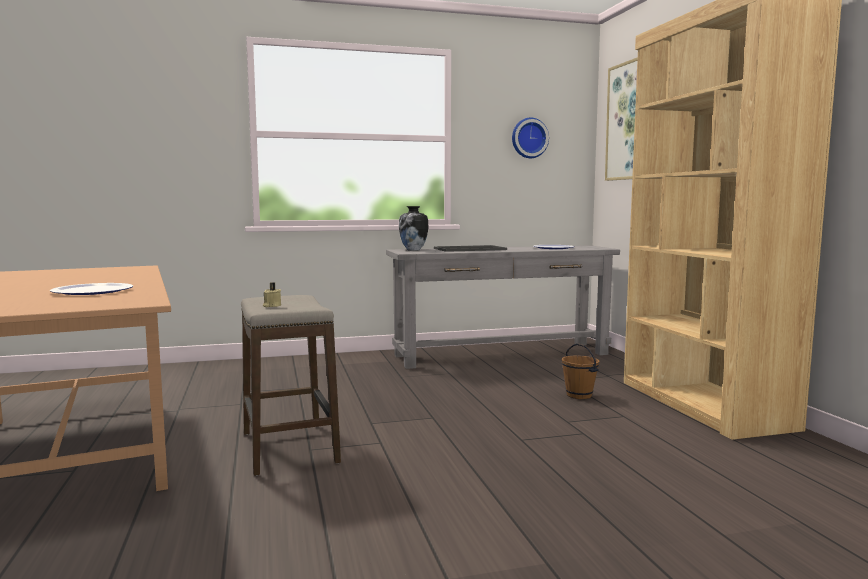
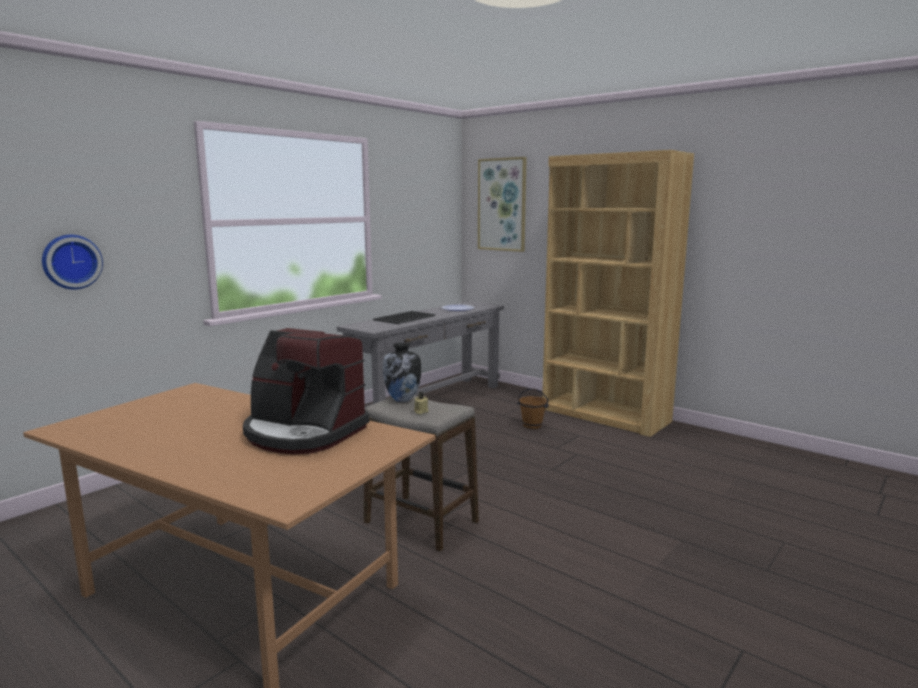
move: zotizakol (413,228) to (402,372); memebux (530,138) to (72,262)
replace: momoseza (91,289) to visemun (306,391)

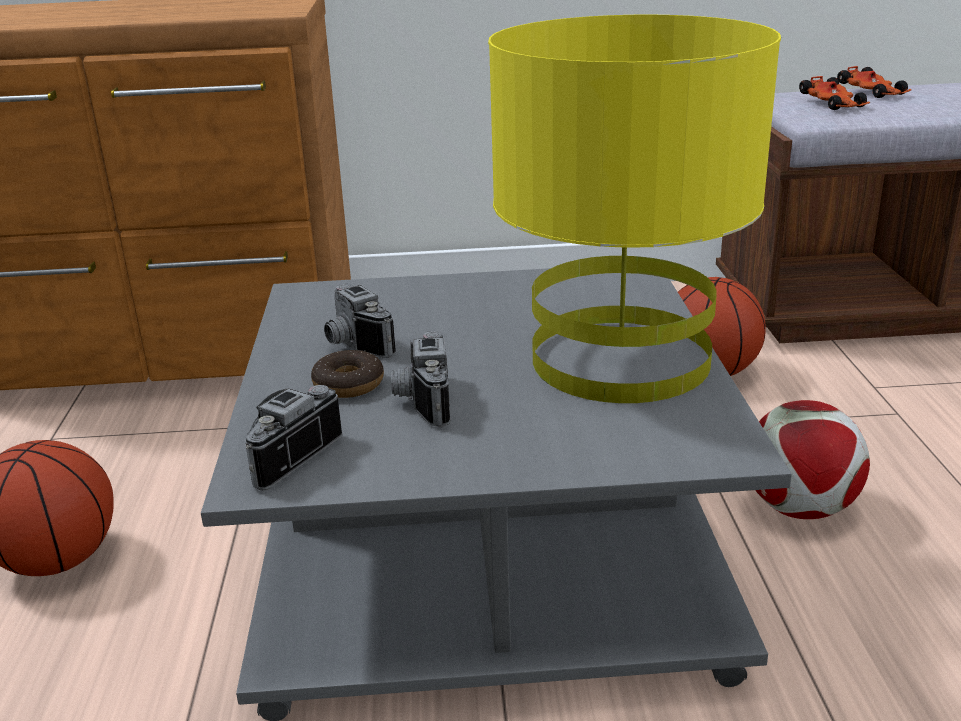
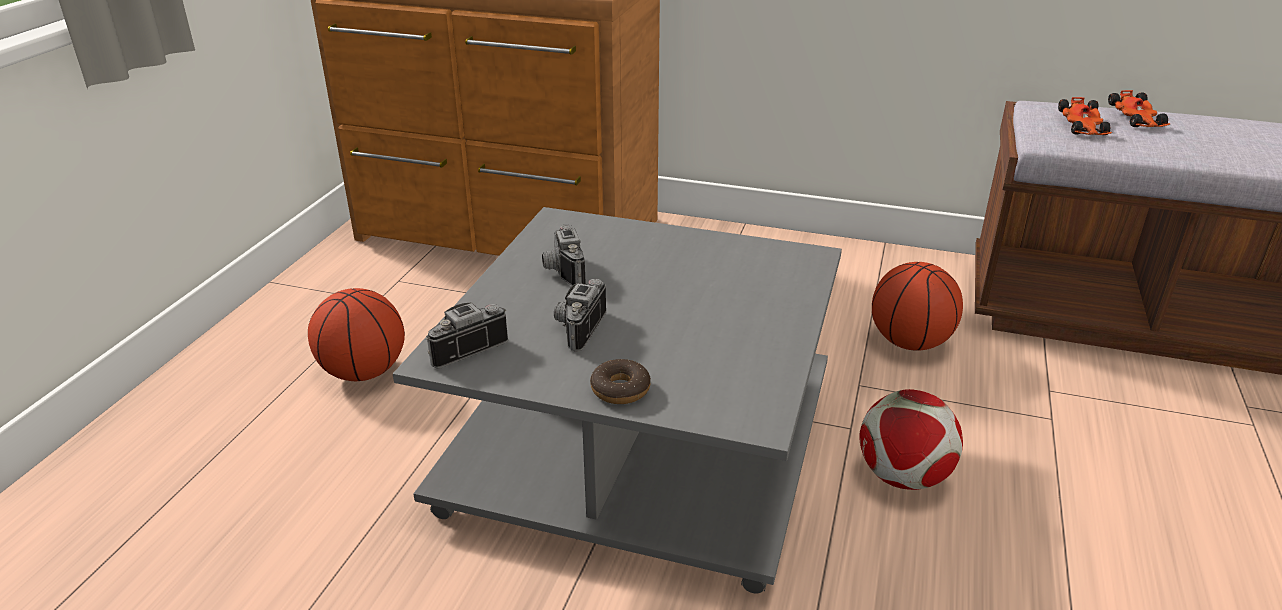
delete: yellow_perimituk (634,209)
move: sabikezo (347,374) to (620,381)

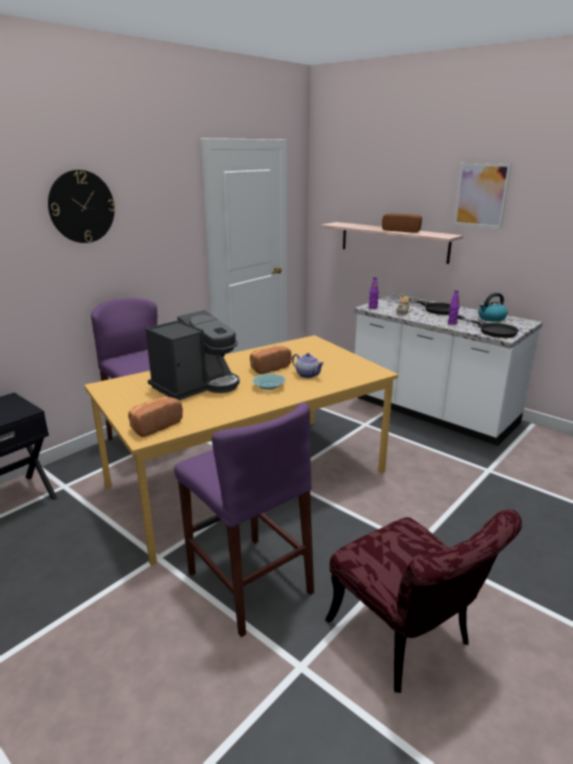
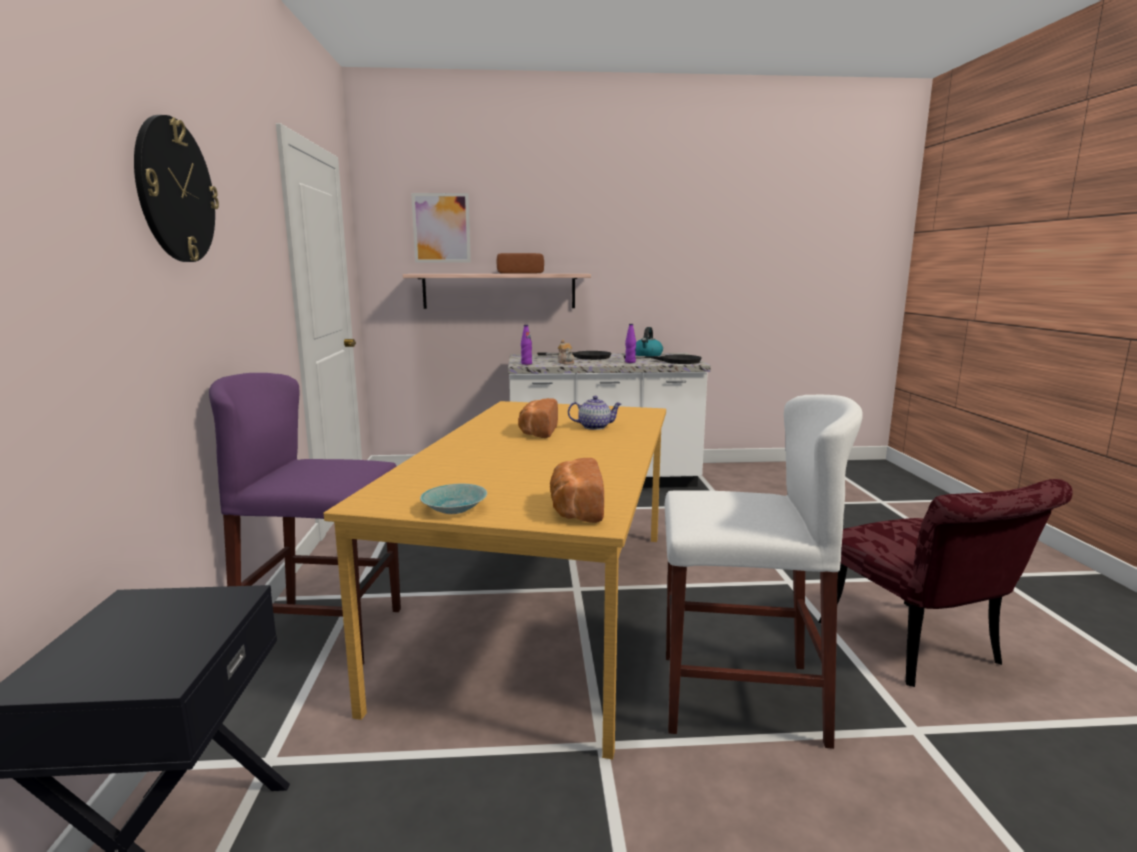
delete: visemun (193,355)
move: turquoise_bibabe (269,381) to (453,499); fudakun (483,196) to (441,228)
recolor: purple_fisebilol (244,519) to white_fisebilol (764,572)
rotate: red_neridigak (423,601) = (945,583) 60 degrees clockwise

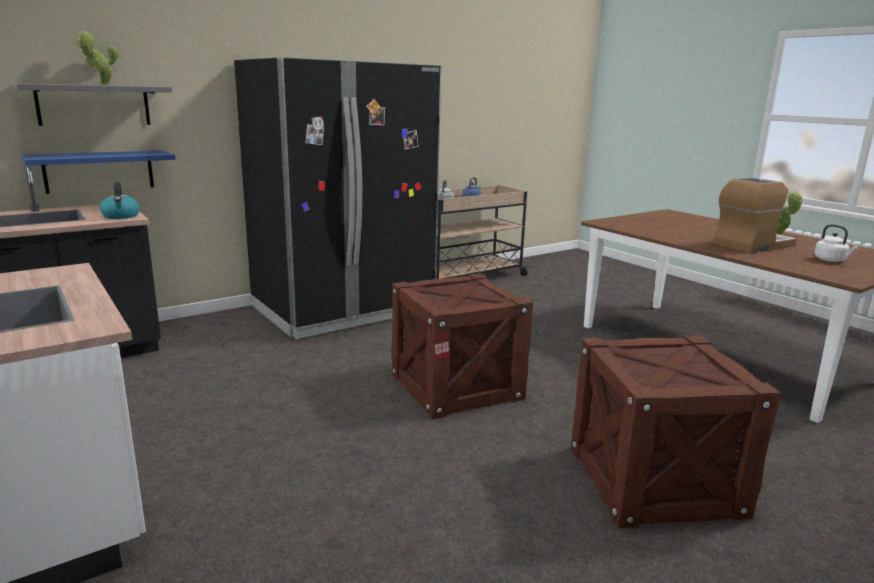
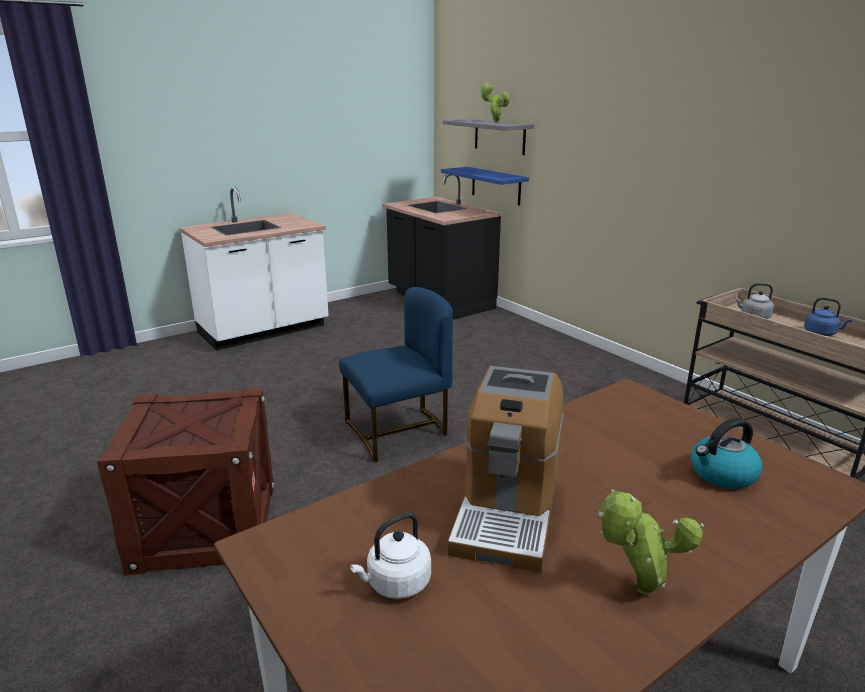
delete: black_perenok (337,198)
move: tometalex (120,200) to (726,453)
replace: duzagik (462,346) to blue_neridigak (396,374)
rotate: visemun (755,215) = (505,469) 45 degrees clockwise

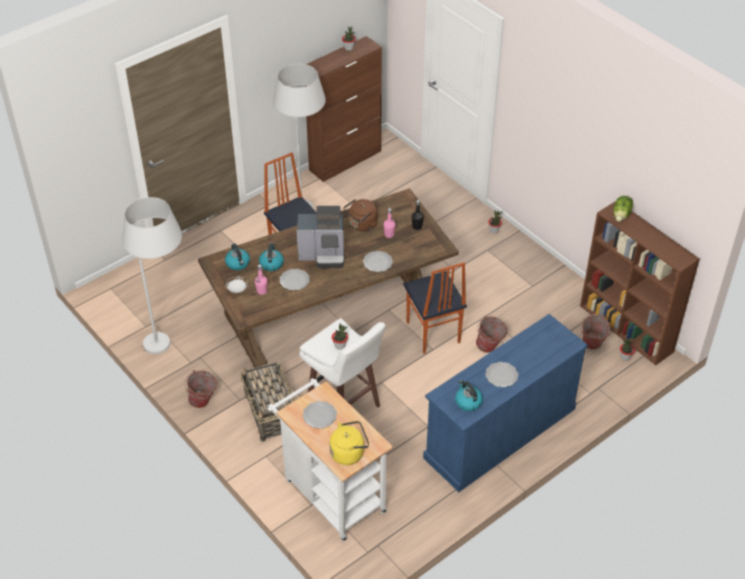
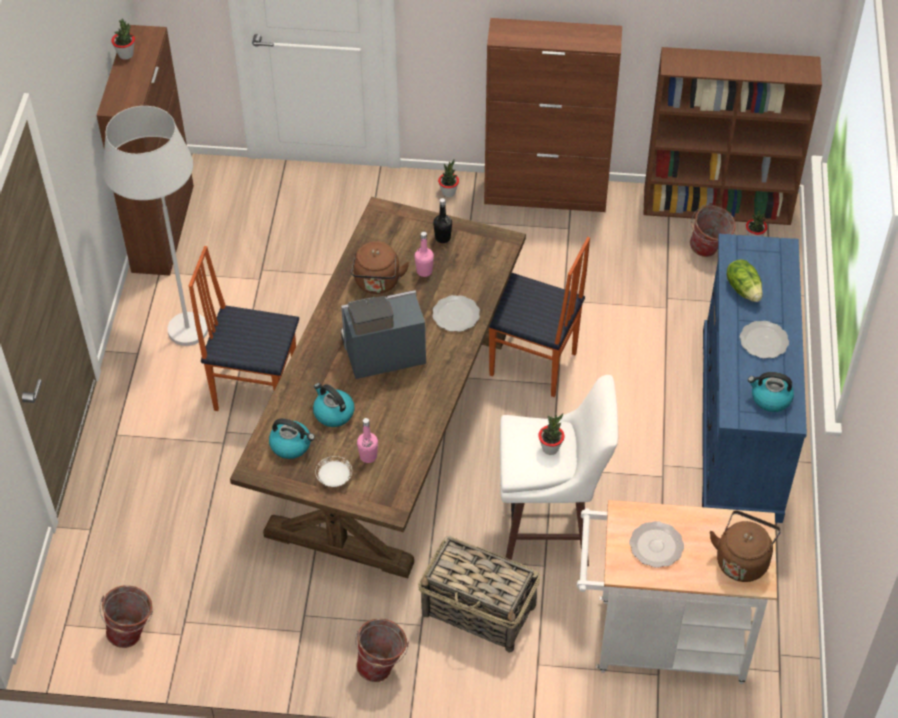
delete: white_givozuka (152,275); momoseza (295,279)
insert: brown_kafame (553,115)
move: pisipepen (491,334) to (126,616); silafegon (623,209) to (745,281)
recolor: yellow_tometalex (349,443) to brown_tometalex (745,546)
rotate: visemun (320,237) = (383,334) 150 degrees counterclockwise

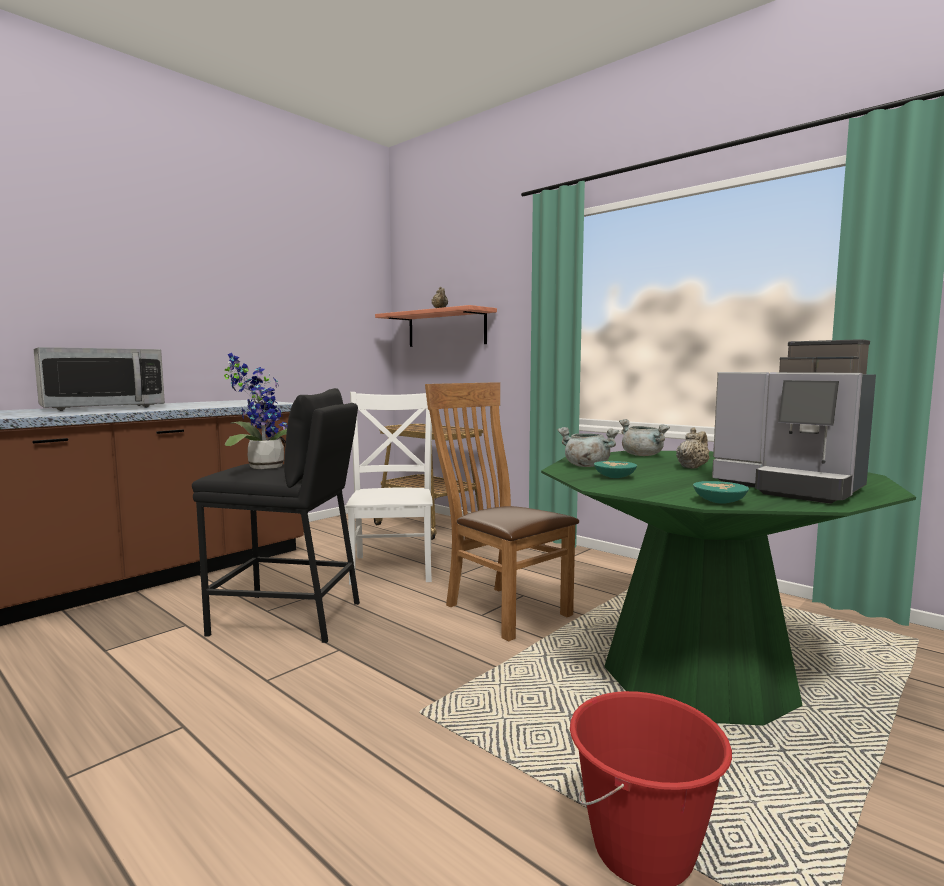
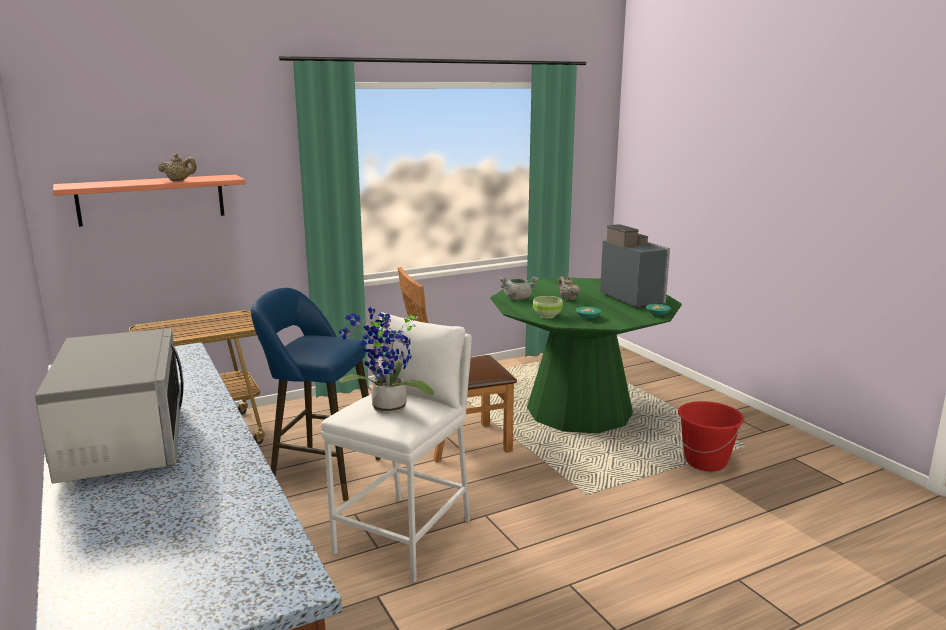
replace: white_neridigak (389,488) to blue_fisebilol (316,394); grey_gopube (588,447) to green_bibabe (548,307)
recolor: black_fisebilol (276,515) to white_fisebilol (396,447)
rotate: visemun (794,421) = (635,266) 90 degrees counterclockwise

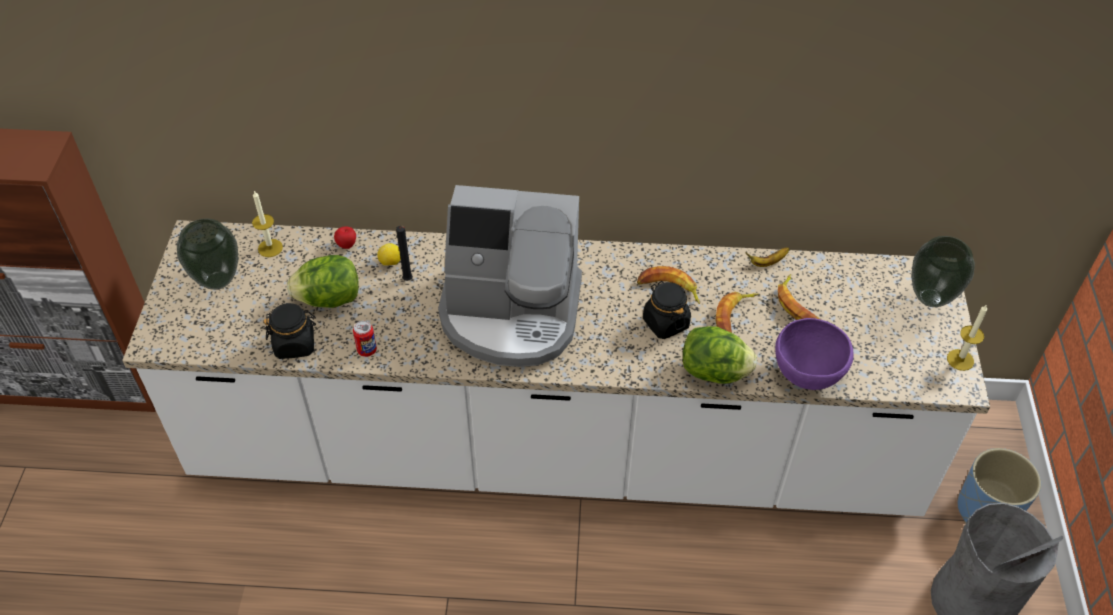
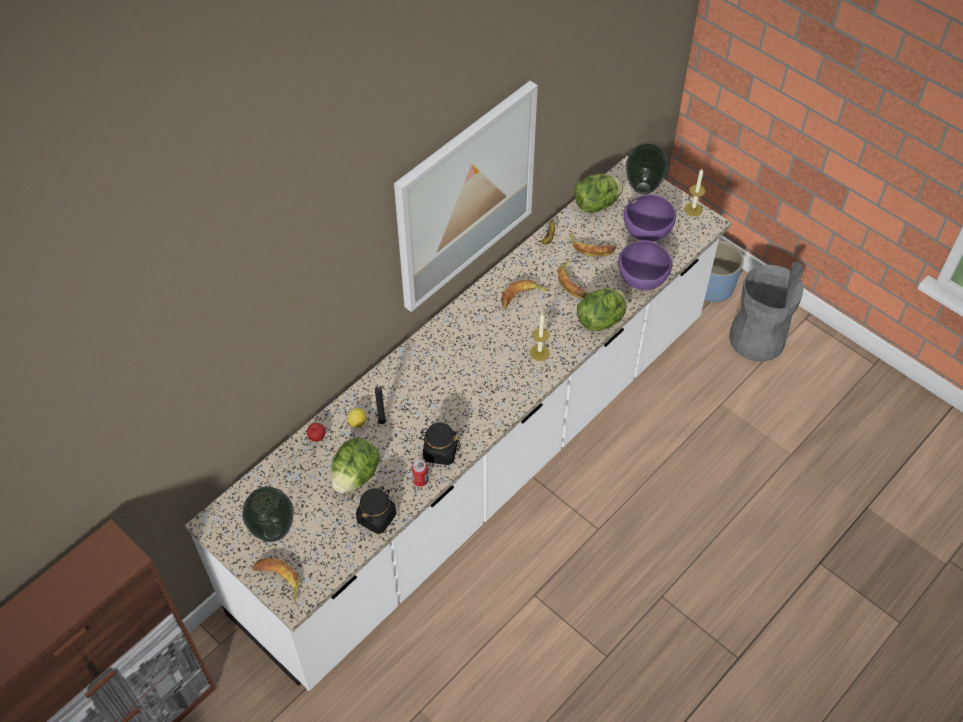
delete: visemun (510,276)
insert: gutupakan (276,580); fudakun (466,196); silafegon (598,193); purple_bibabe (649,217)
move: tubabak (267,223) to (540,337); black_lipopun (667,310) to (440,443)

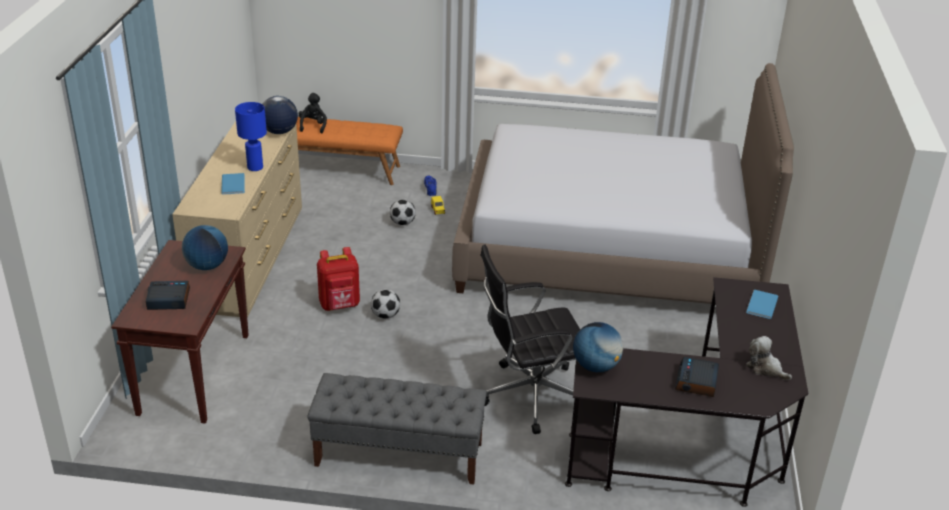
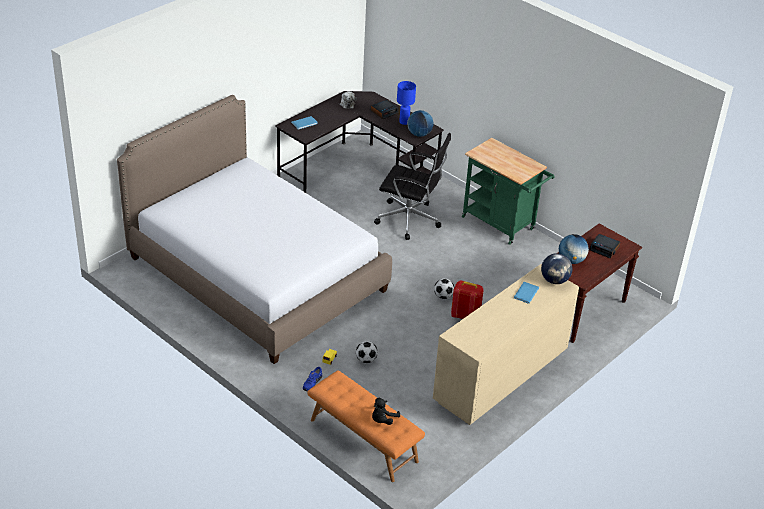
move: blue_perimituk (251,136) to (406,103); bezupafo (280,115) to (556,268)
replace: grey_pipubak (397,429) to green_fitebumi (508,191)

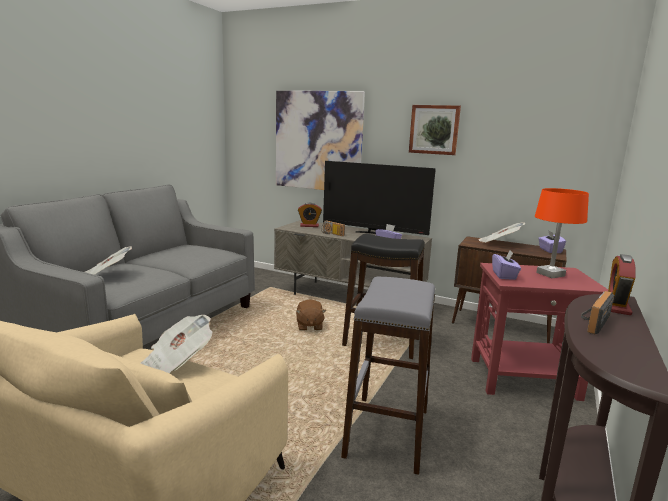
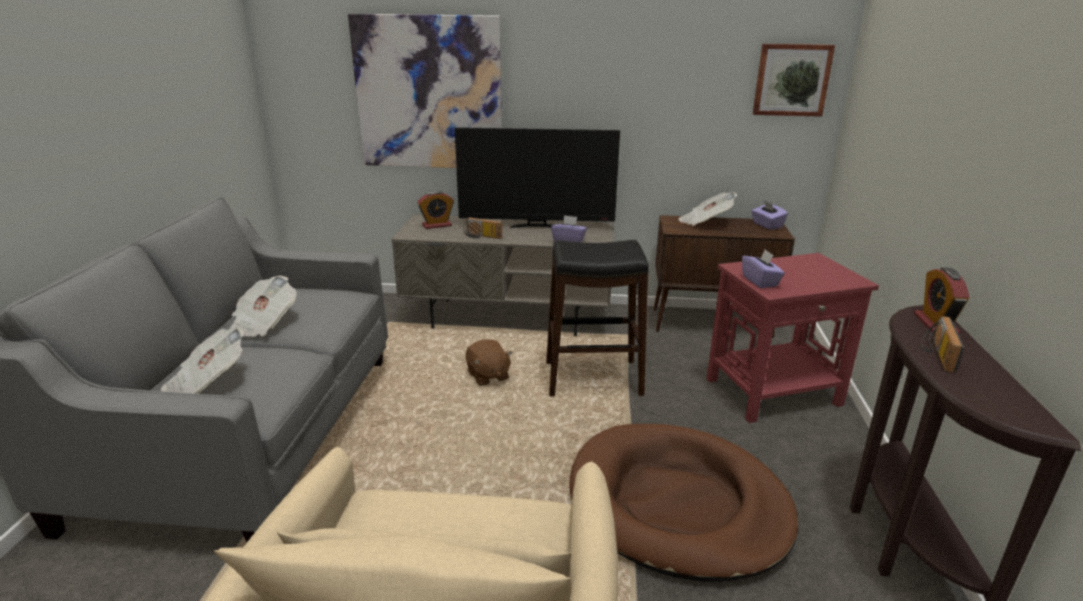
delete: orange_perimituk (562,233)
move: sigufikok (176,344) to (263,306); fudakun (435,130) to (794,80)
replace: grey_fisebilol (388,376) to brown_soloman (683,503)

